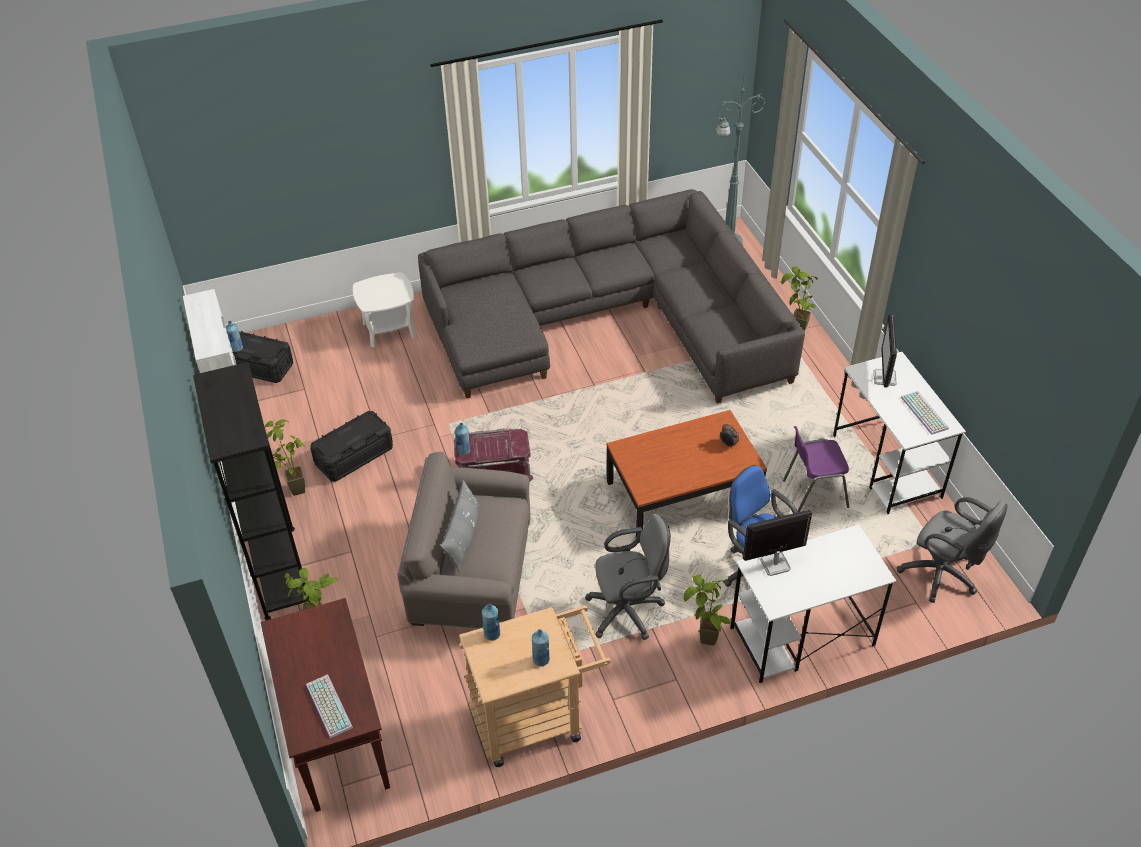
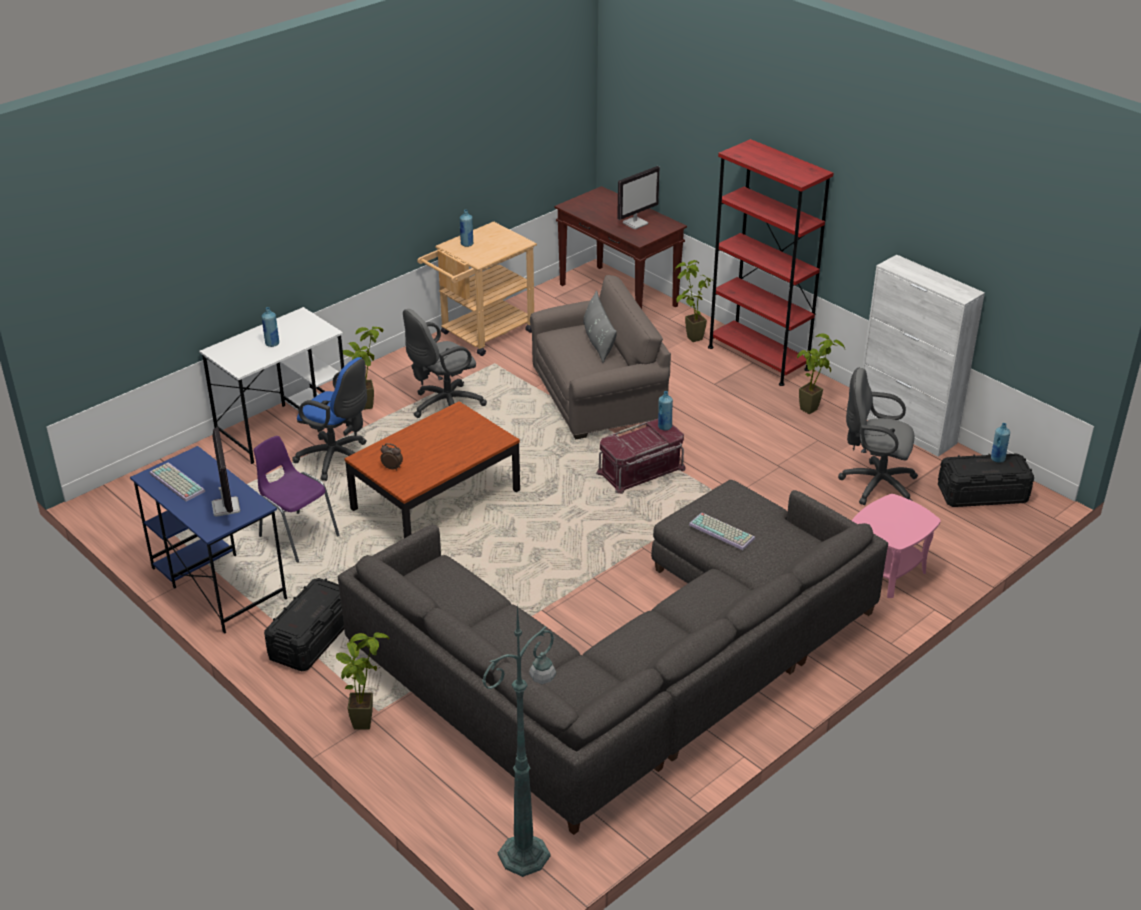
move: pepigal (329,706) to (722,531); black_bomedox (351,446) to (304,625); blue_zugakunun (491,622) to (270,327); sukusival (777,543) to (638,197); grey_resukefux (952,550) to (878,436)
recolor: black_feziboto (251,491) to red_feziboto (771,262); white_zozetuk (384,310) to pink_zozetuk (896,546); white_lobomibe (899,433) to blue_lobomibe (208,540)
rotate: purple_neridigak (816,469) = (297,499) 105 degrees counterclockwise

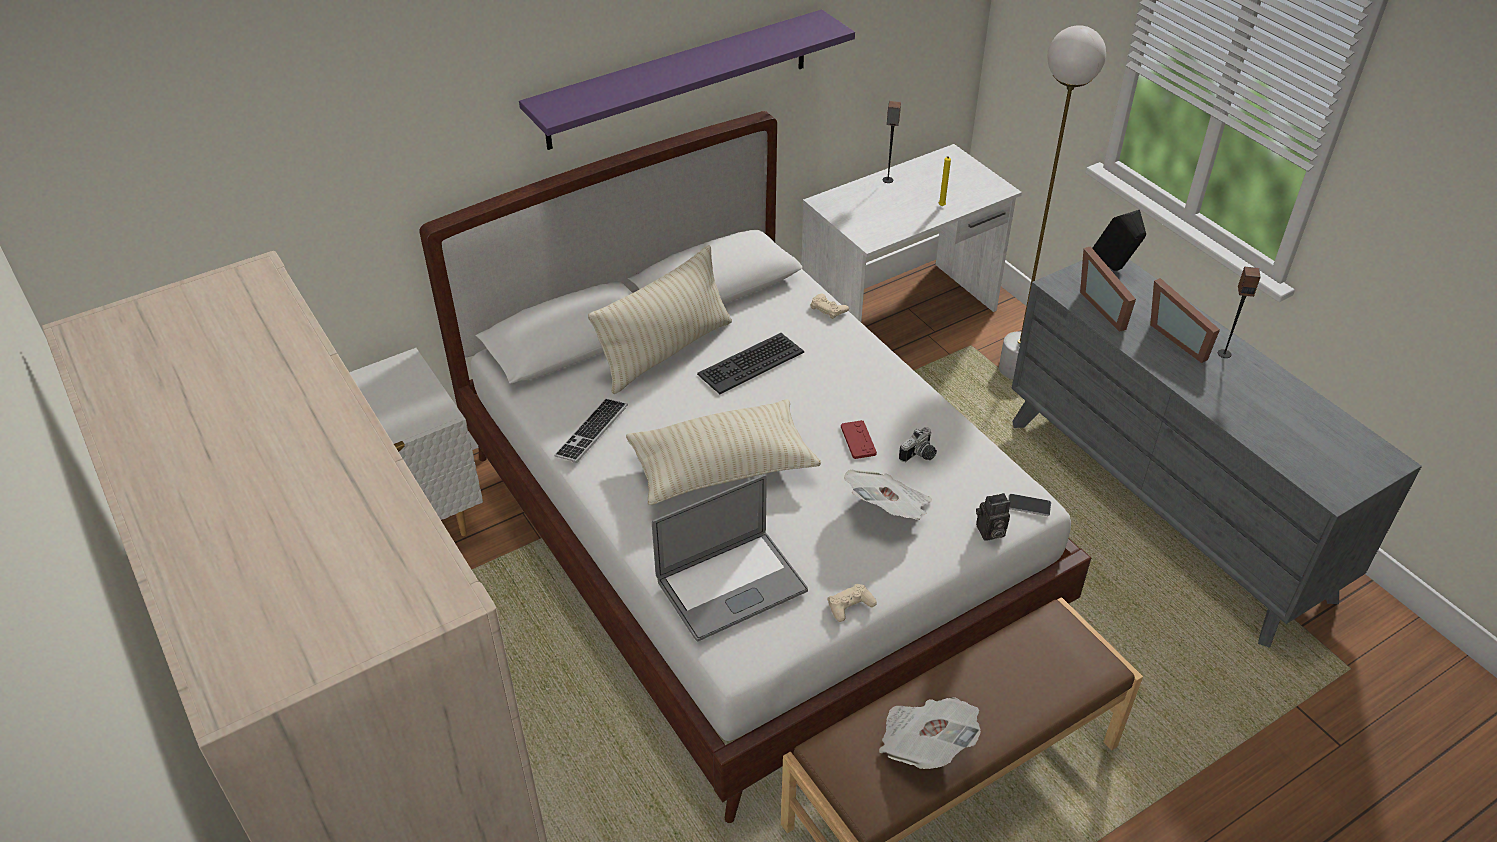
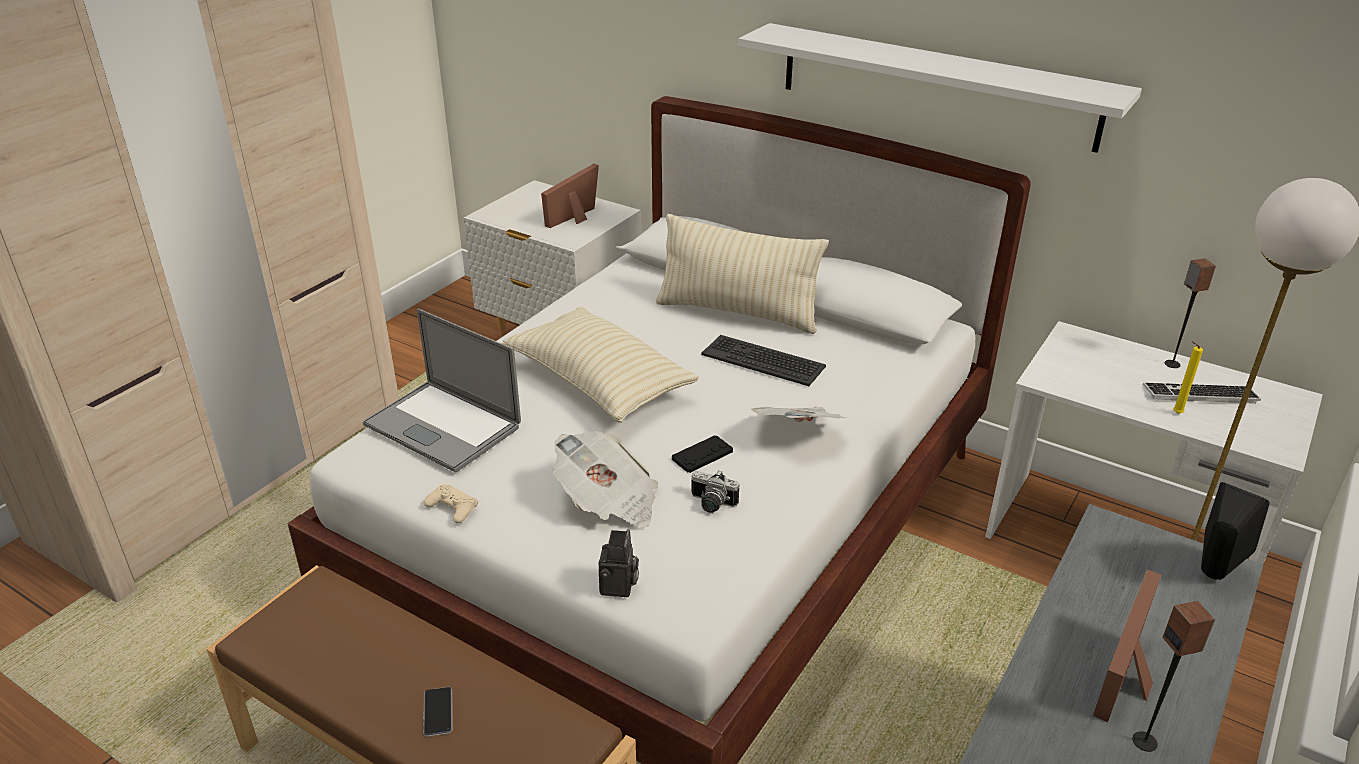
delete: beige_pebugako (829,306)
move: pepigal (591,431) to (1202,393); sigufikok (930,733) to (799,414); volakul (1029,505) to (438,712); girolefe (1108,289) to (570,195)
recolor: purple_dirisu (687,79) to white_dirisu (940,88); red_pebugako (859,439) to black_pebugako (702,454)
rotate: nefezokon (993,517) = (619,563) 135 degrees counterclockwise

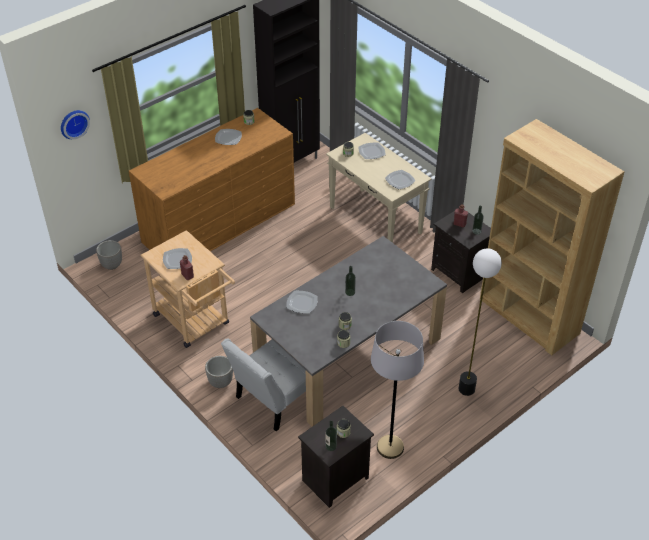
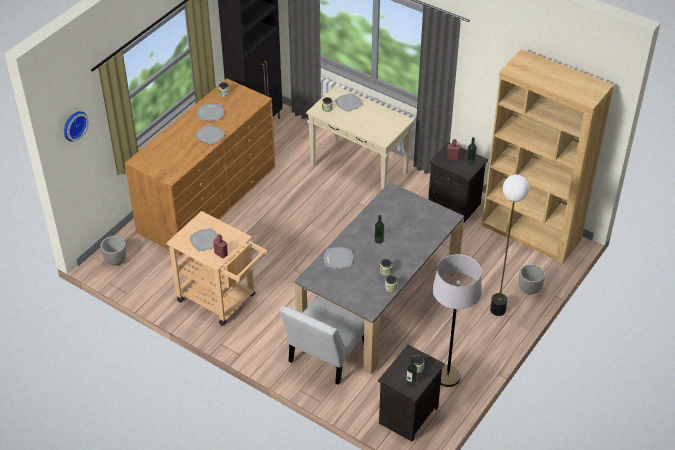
move: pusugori (219,372) to (532,279); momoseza (400,179) to (210,135)

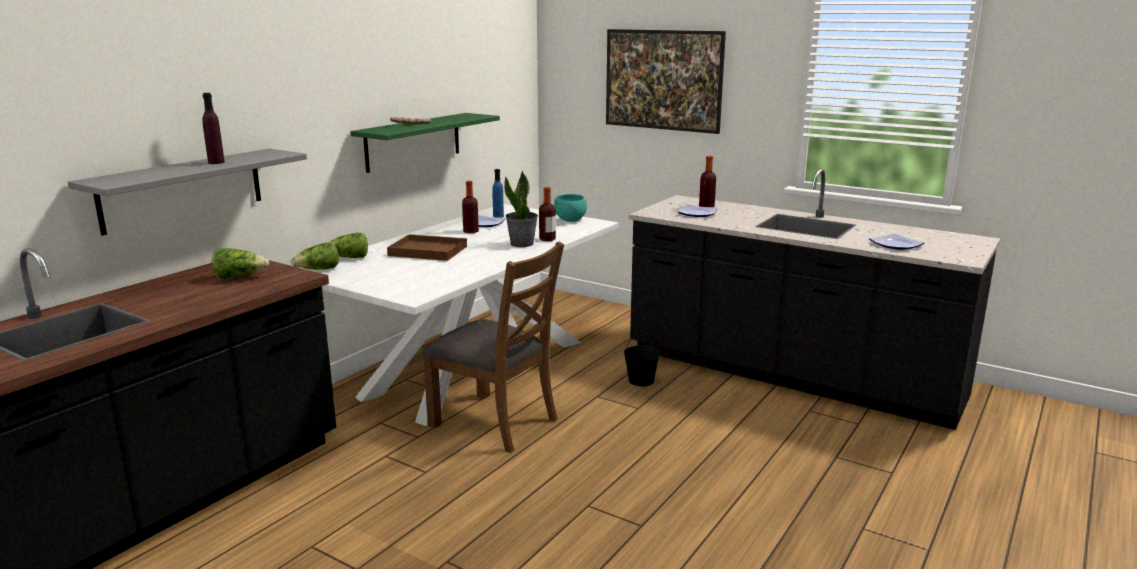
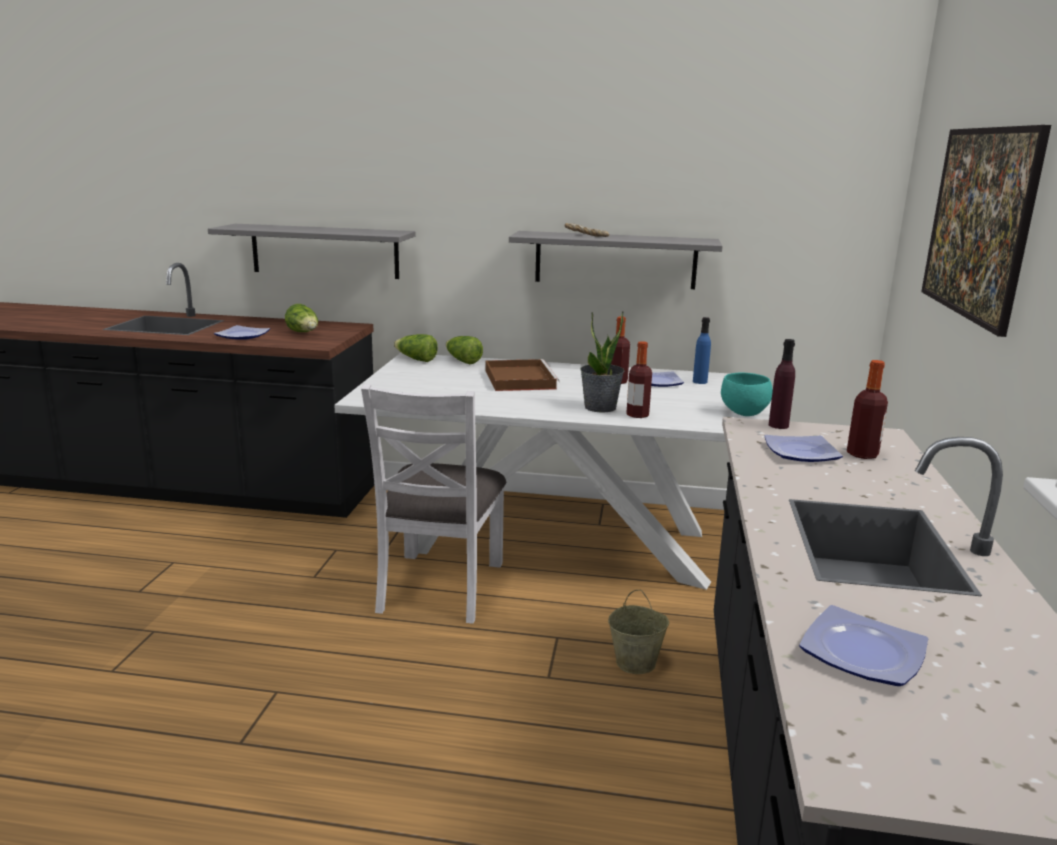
insert: momoseza (242,332)
move: purple_zugakunun (213,128) to (782,384)
recolor: green_dirisu (425,143) to grey_dirisu (616,260); brown_neridigak (493,347) to white_neridigak (433,504); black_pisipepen (642,359) to beige_pisipepen (638,631)

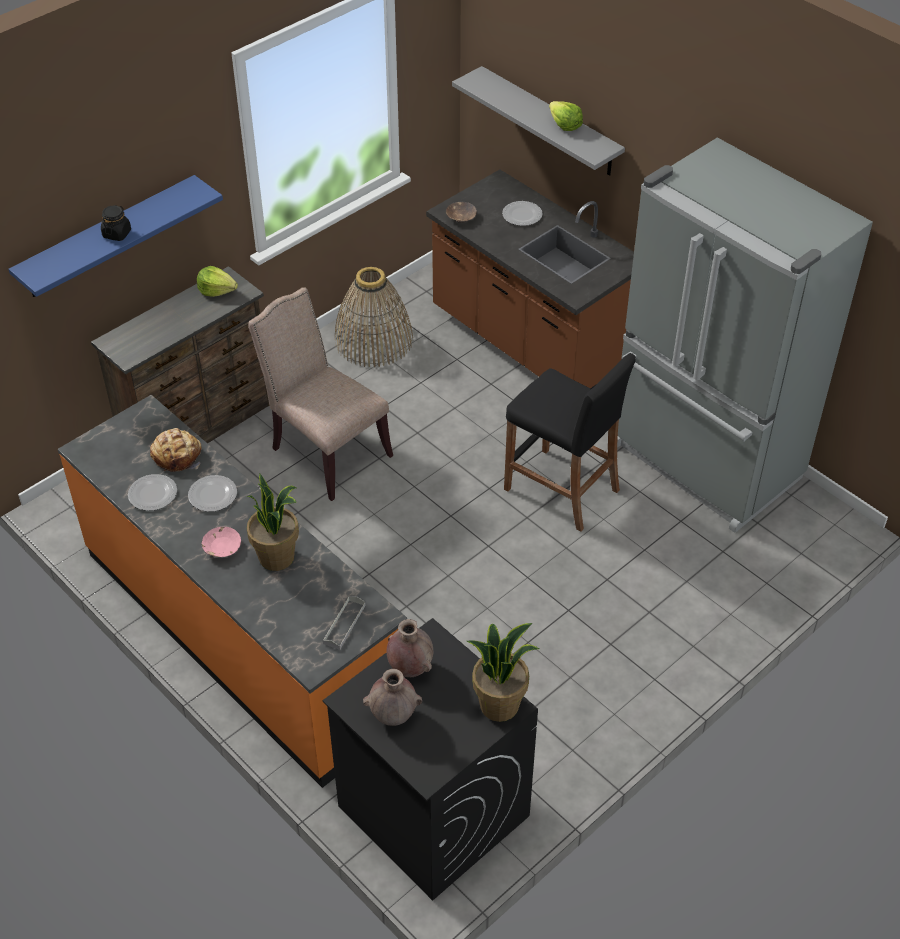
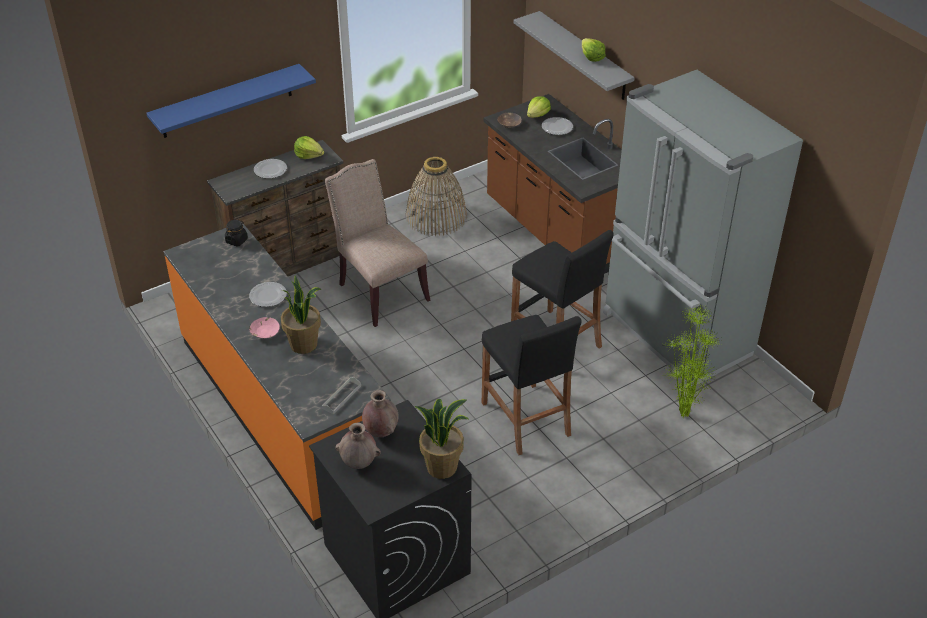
delete: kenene (176,450)
insert: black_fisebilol (532,385); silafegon (539,107); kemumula (692,361)
move: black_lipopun (116,223) to (236,233); momoseza (152,492) to (270,169)

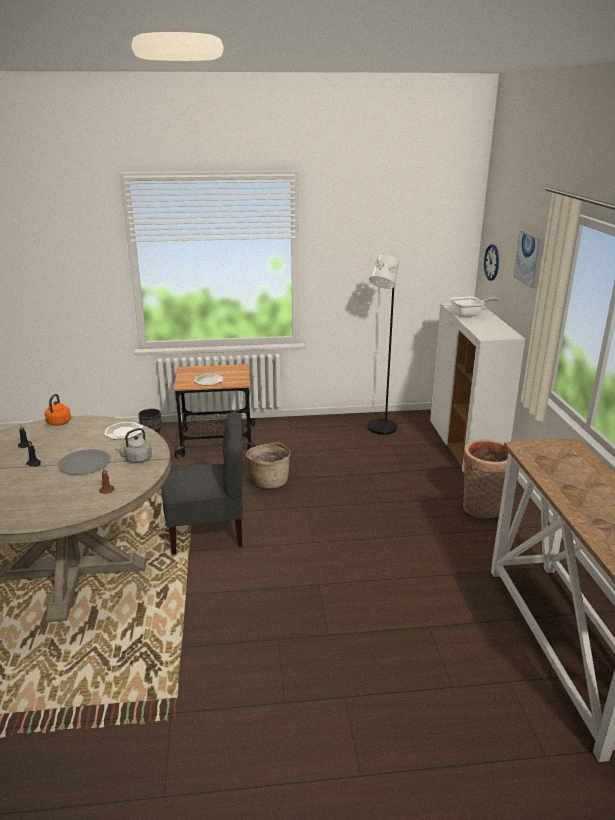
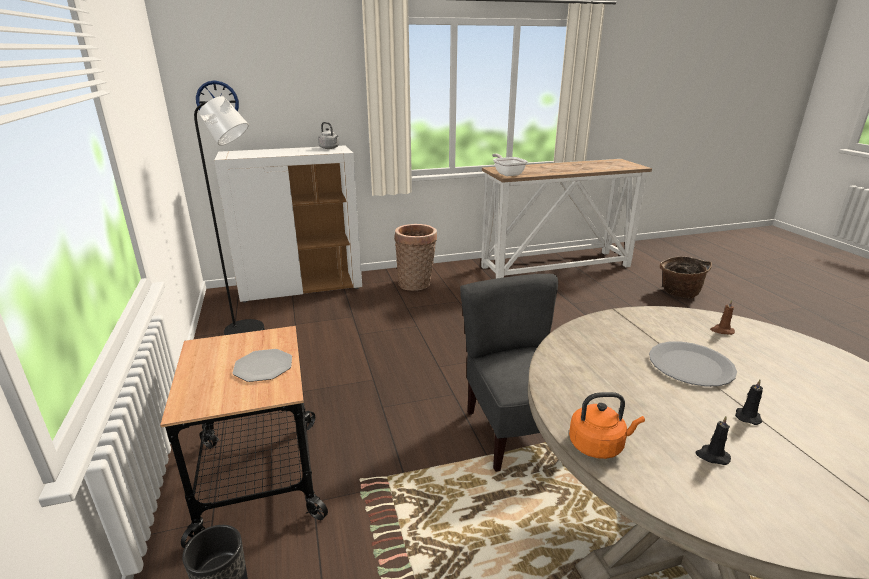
delete: momoseza (123,430); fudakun (528,259)
move: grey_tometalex (133,445) to (328,135); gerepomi (268,465) to (686,277); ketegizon (475,306) to (510,165)

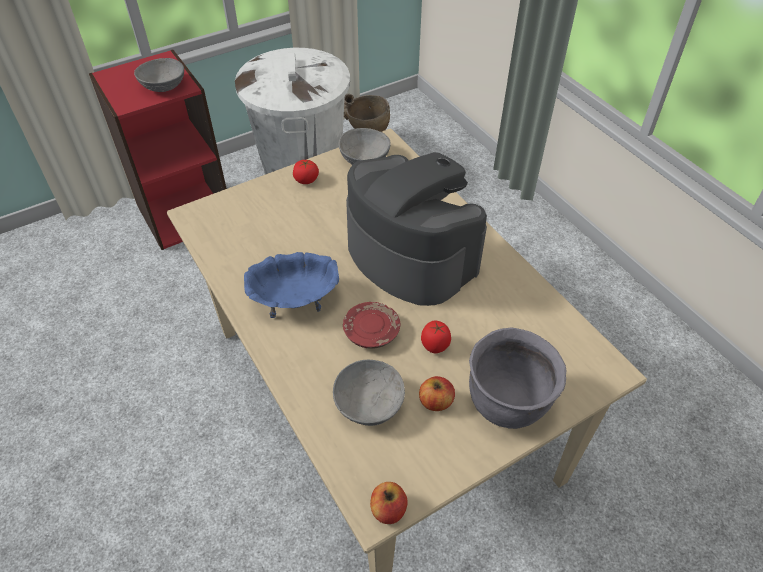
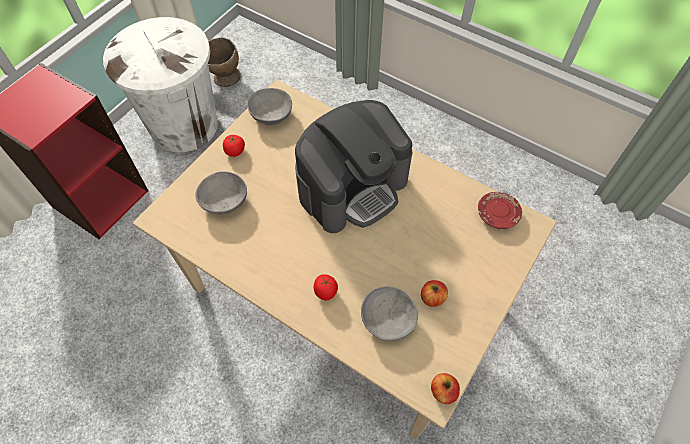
delete: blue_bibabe (291,285); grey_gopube (517,378)
move: grey_bibabe (159,75) to (221,193); red_momoseza (371,325) to (500,210); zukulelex (436,337) to (326,287)
rotate: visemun (416,229) = (353,166) 120 degrees clockwise

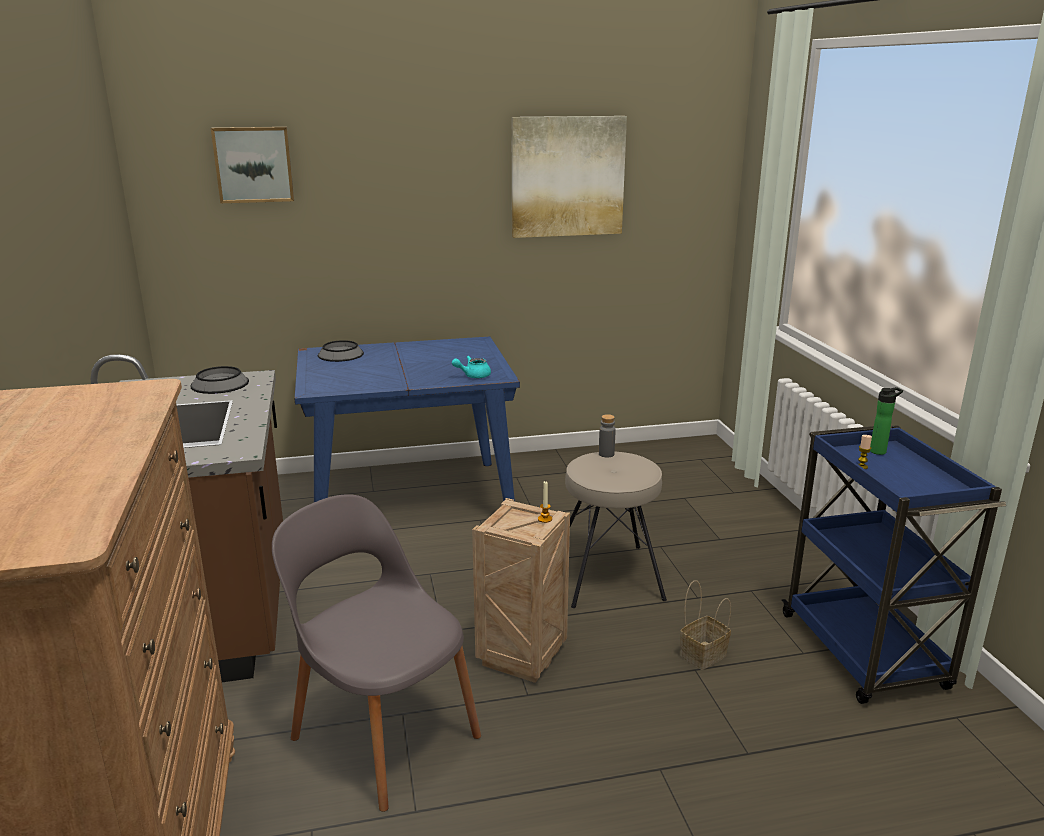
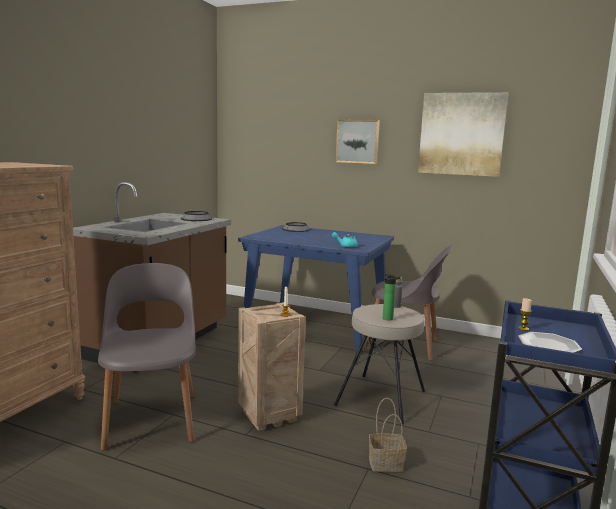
insert: grey_neridigak (409,303); momoseza (550,342)
move: fudakun (252,165) to (358,141); zugakunun (886,421) to (392,297)

